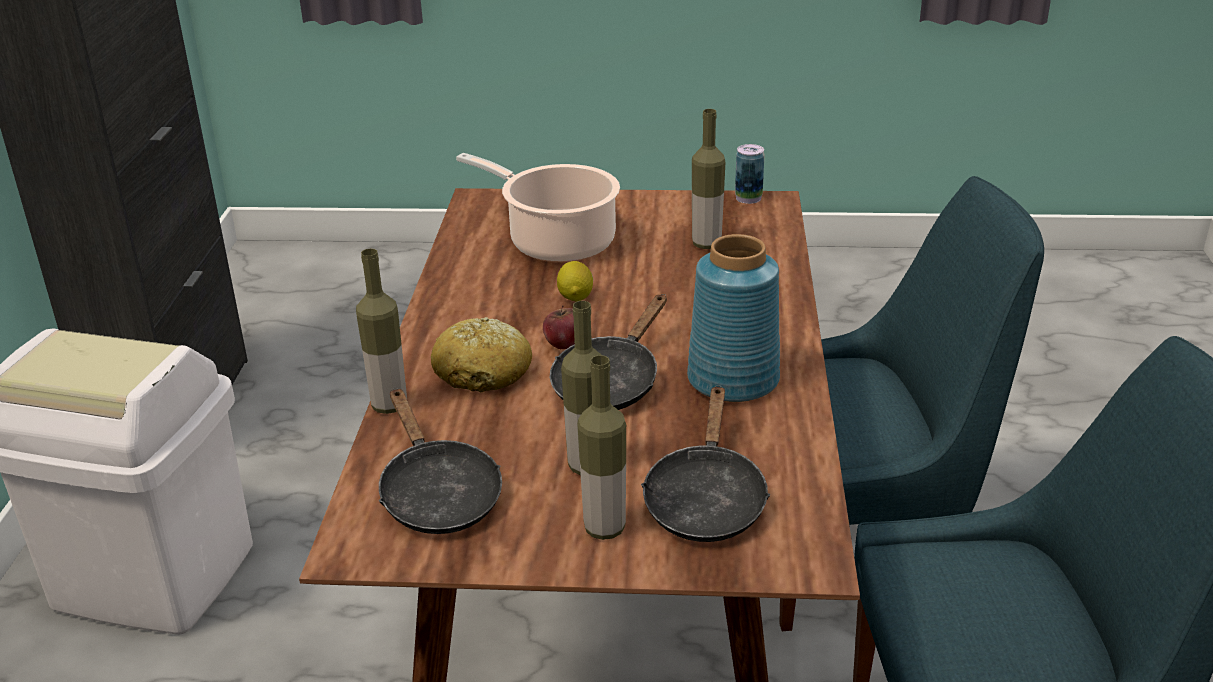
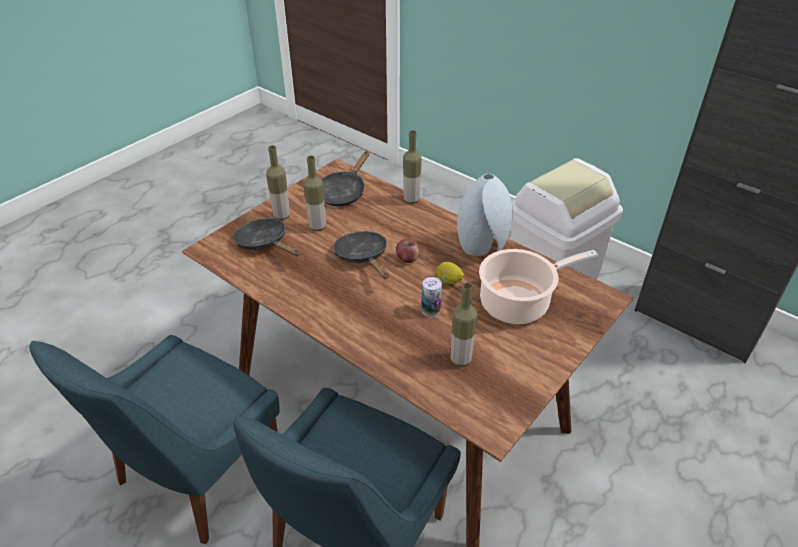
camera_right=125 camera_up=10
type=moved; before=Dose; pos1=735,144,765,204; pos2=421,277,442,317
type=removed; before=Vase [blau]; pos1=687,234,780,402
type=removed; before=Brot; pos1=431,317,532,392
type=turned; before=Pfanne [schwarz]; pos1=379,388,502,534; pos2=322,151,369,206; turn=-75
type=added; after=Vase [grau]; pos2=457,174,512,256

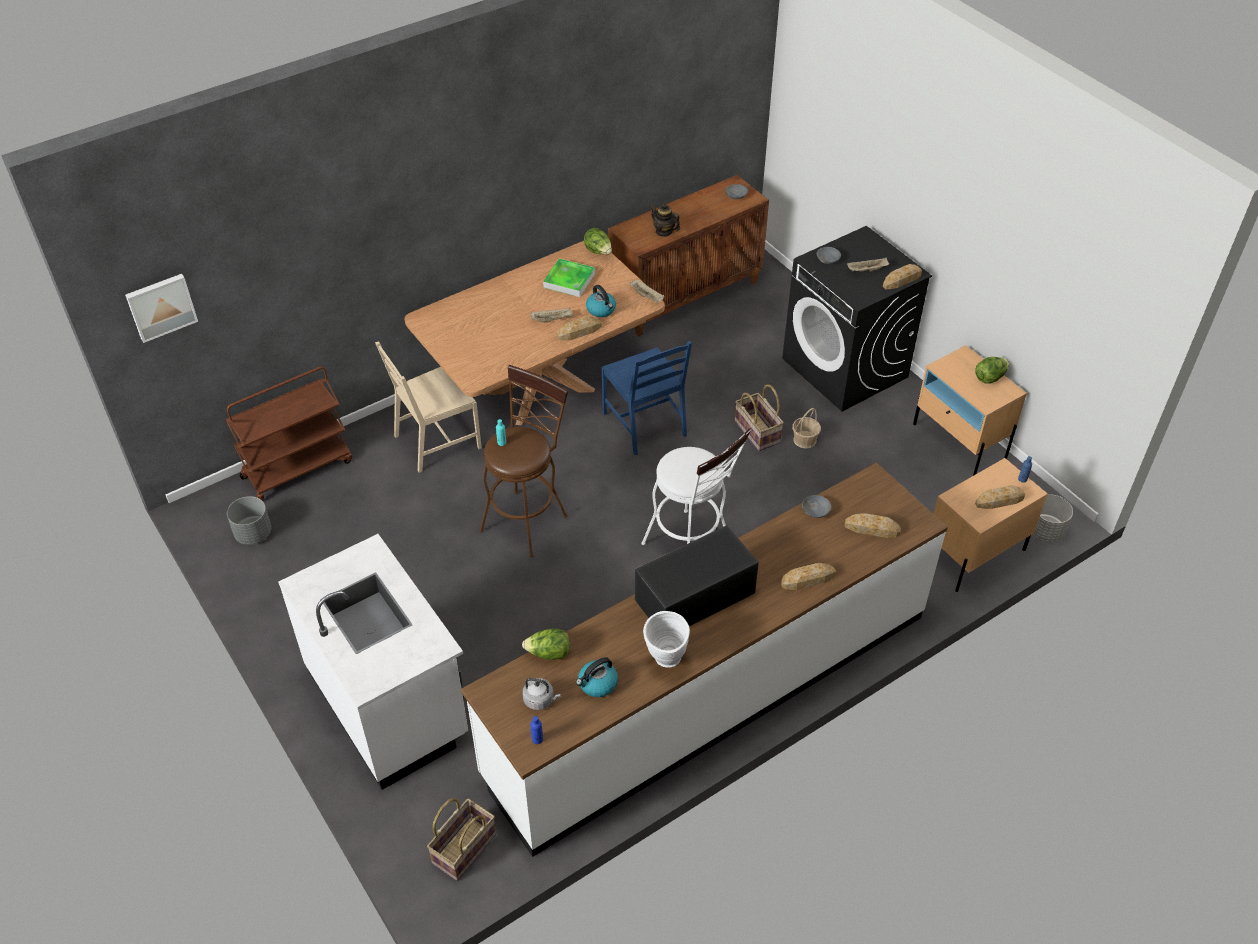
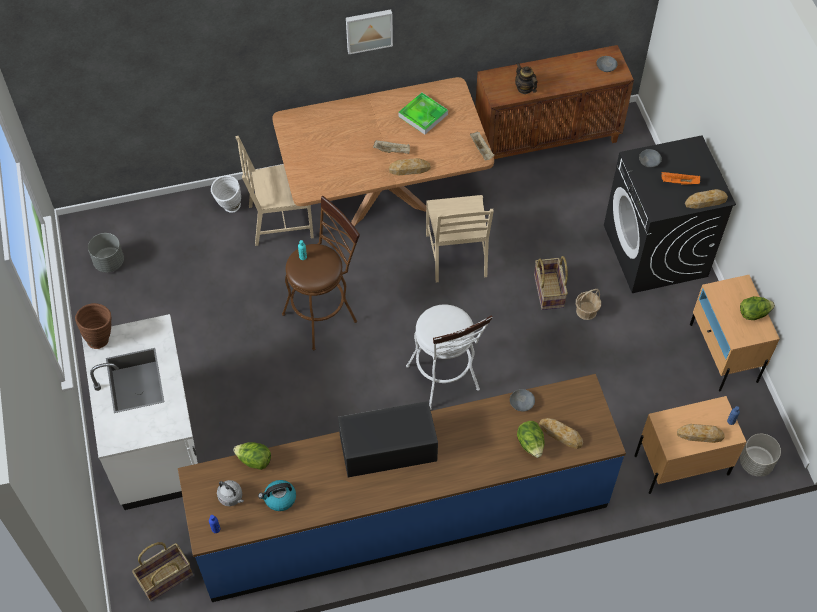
camera_right=20 camera_up=10
type=moved; before=Salatkopf; pos1=584,228,612,254; pos2=517,421,544,458
type=recoloured; before=Tablett [beige]; after=Tablett [orange]; pos1=847,257,889,272; pos2=661,172,700,185
type=moved; before=Bild; pos1=125,274,198,343; pos2=346,9,393,54
type=removed; before=Wasserkessel; pos1=586,285,616,317
type=recoloured; before=Stuhl [blau]; after=Stuhl [beige]; pos1=602,341,692,455; pos2=426,195,494,282
type=removed; before=Rollwagen [braun]; pos1=226,366,352,501
type=recoloured; before=Küchenzeile [weiß]; after=Küchenzeile [blau]; pos1=461,463,948,857; pos2=178,374,626,602
type=removed; before=Brot; pos1=781,563,836,590
type=moved; before=Vase [weiß]; pos1=643,611,690,668; pos2=211,175,241,213
type=added; after=Vase [braun]; pos2=75,303,111,349

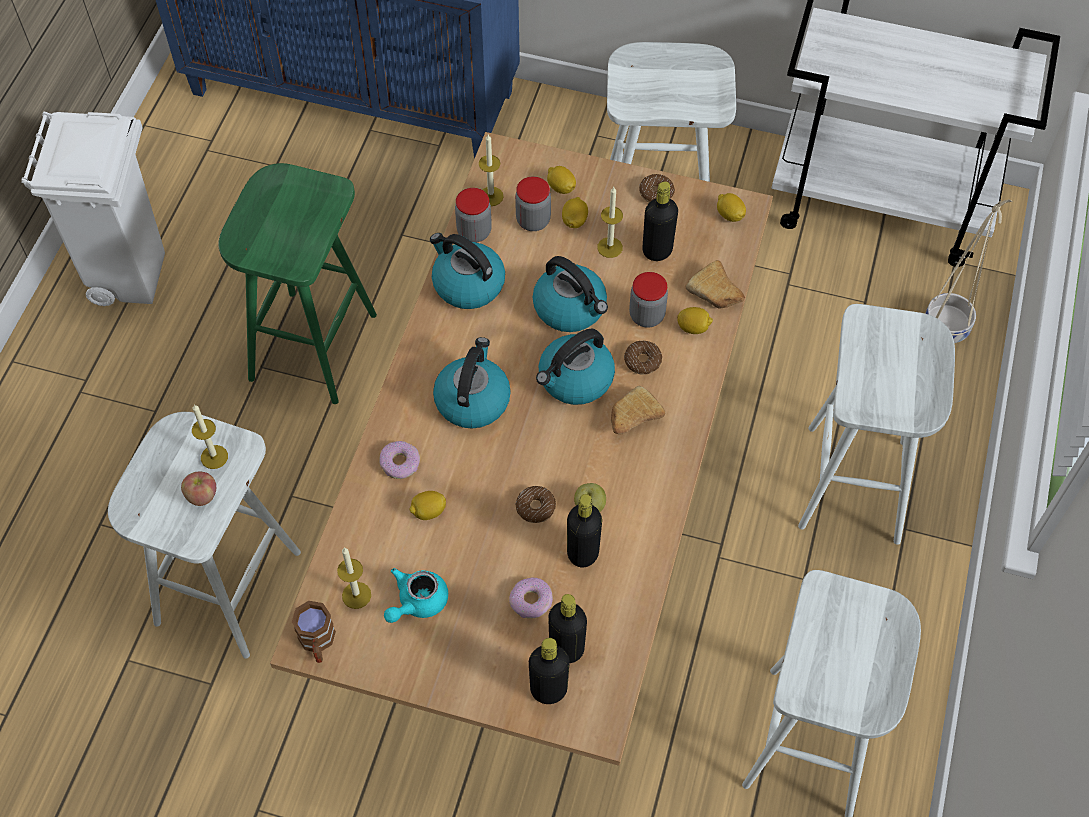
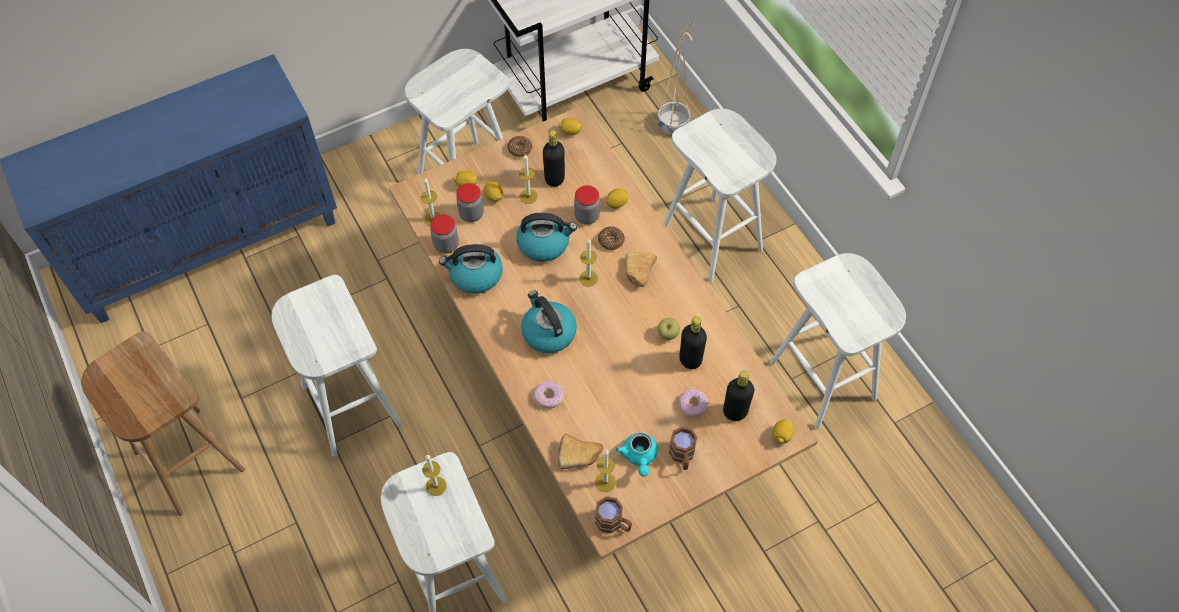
camera_right=-45 camera_up=0
type=replaced; before=Mülleimer [weiß]; after=Hocker [braun]; pos1=21,112,165,306; pos2=81,331,245,516
type=recoloured; before=Hocker [grün]; after=Hocker [weiß]; pos1=218,163,377,404; pos2=271,275,402,457
type=moved; before=Brot; pos1=686,260,745,308; pos2=558,434,604,469
type=replaced; before=Wasserkessel; after=Kerze; pos1=536,329,615,405; pos2=579,239,598,287
type=removed; before=Apfel; pos1=181,472,216,506
type=removed; before=Donut; pos1=515,486,556,523
type=moved; before=Zitrone; pos1=410,491,446,520; pos2=772,419,794,444
type=removed; before=Flasche [schwarz]; pos1=529,638,570,704
type=added; after=Henkelbecher [braun]; pos2=669,426,697,470

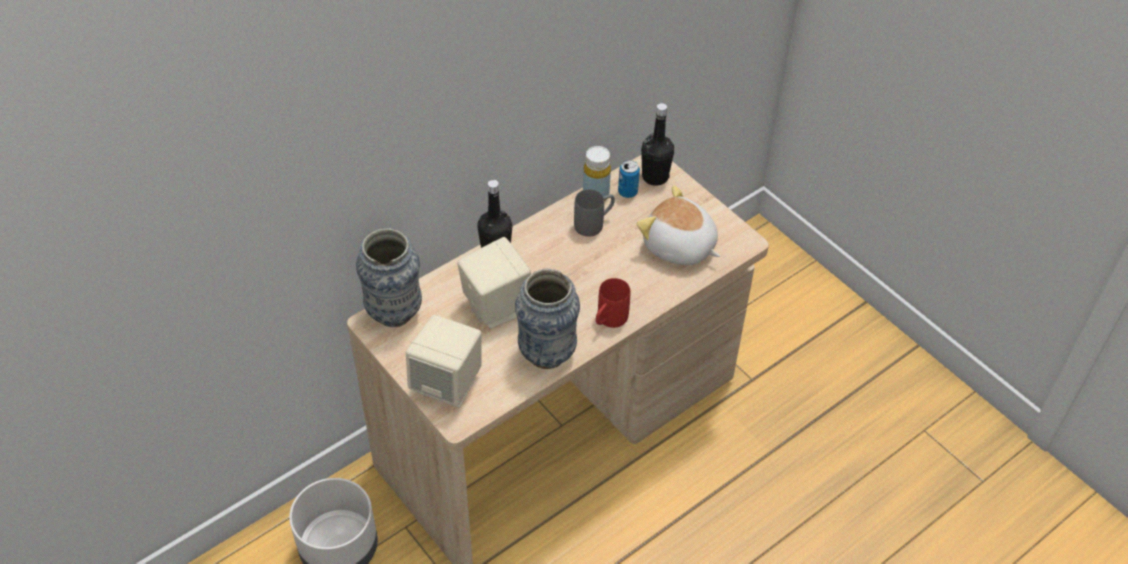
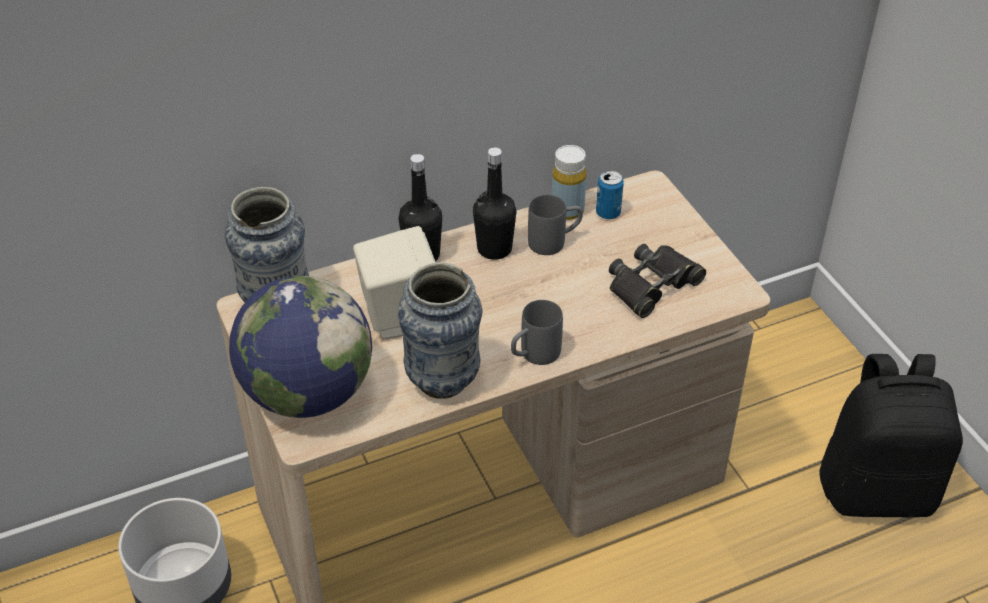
camera_right=15 camera_up=-5
type=moved; before=Flasche [schwarz]; pos1=641,103,674,186; pos2=473,148,517,260
type=replaced; before=Plüschtier; after=Fernglas [schwarz]; pos1=637,185,720,265; pos2=609,244,706,318
type=recoloured; before=Henkelbecher [rot]; after=Henkelbecher [grau]; pos1=596,278,630,328; pos2=511,300,563,365
type=replaced; before=Lautsprecher [beige]; after=Globus; pos1=406,315,482,408; pos2=229,276,372,418
type=added; after=Rucksack [schwarz]; pos2=819,354,963,517

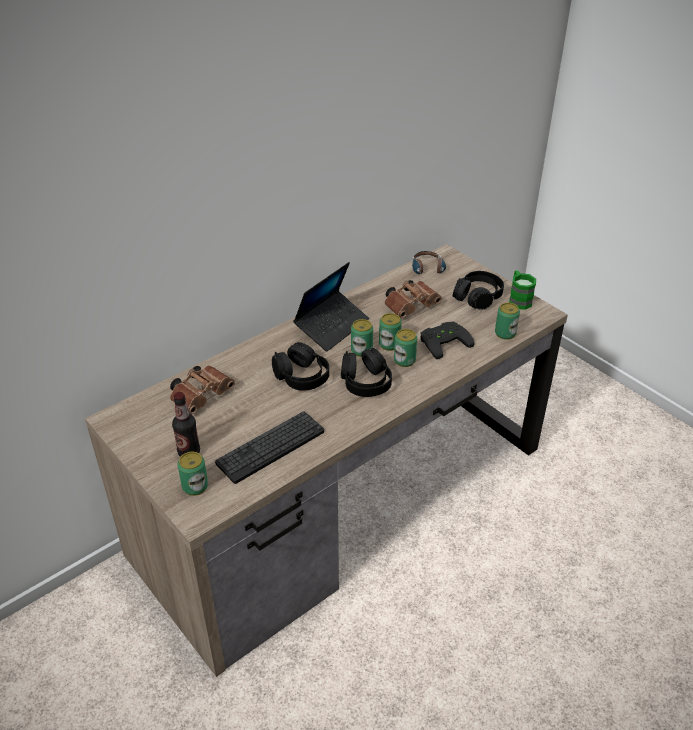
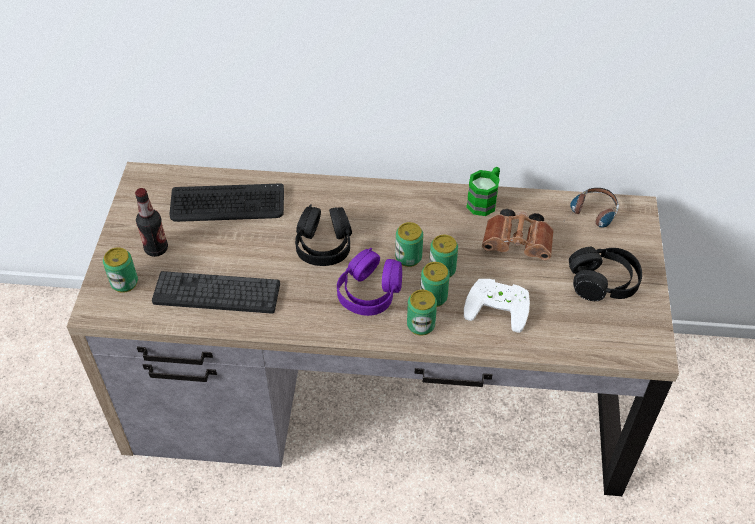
camera_right=45 camera_up=10
type=removed; before=Laptop; pos1=293,262,369,352
type=moved; before=Henkelbecher [grün]; pos1=509,270,536,310; pos2=466,167,500,216
type=moved; before=Dose; pos1=495,303,520,340; pos2=407,290,437,336
type=recoloured; before=Gamepad [schwarz]; after=Gamepad [weiß]; pos1=420,321,474,359; pos2=464,279,530,333
type=recoloured; before=Kopfhörer [schwarz]; after=Kopfhörer [lila]; pos1=341,348,392,397; pos2=337,248,402,316
type=replaced; before=Fernglas [braun]; after=Tastatur; pos1=170,365,235,414; pos2=169,184,284,222

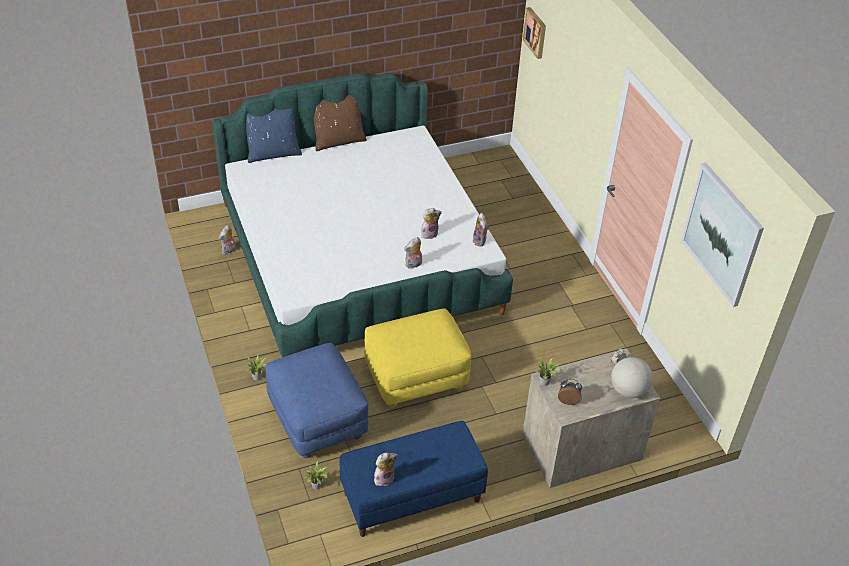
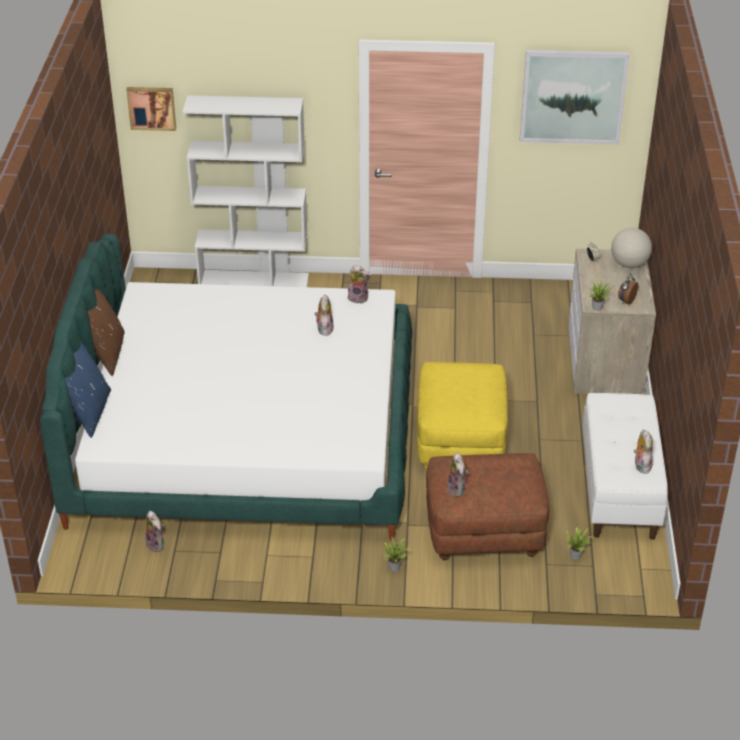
camera_right=-65 camera_up=-5
type=moved; before=Plüschtier; pos1=404,237,422,269; pos2=447,453,469,497
type=recoloured; before=Polsterhocker [blau]; after=Polsterhocker [braun]; pos1=265,343,368,458; pos2=426,453,550,560
type=recoloured; before=Bank [blau]; after=Bank [weiß]; pos1=339,421,488,537; pos2=583,393,668,540
type=added; after=Bücherregal [weiß]; pos2=183,95,309,287

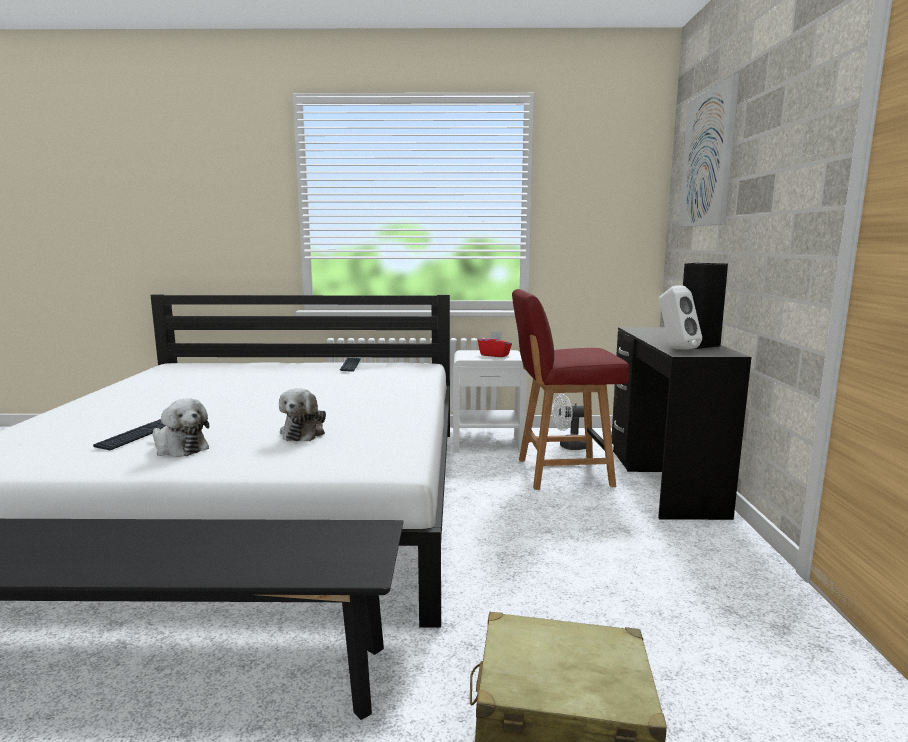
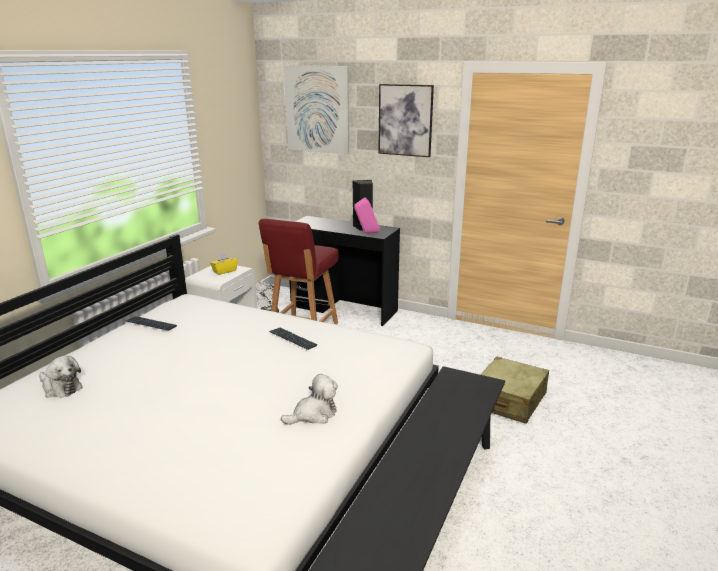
camera_right=-65 camera_up=10
type=recoloured; before=Lautsprecher [weiß]; after=Lautsprecher [rosa]; pos1=659,286,702,349; pos2=354,197,380,233
type=recoloured; before=Taschentuchbox [rot]; after=Taschentuchbox [gelb]; pos1=478,331,512,357; pos2=210,252,238,275
type=moved; before=Plüschtier; pos1=279,388,326,441; pos2=39,356,83,398
type=moved; before=Tastatur; pos1=93,419,165,450; pos2=269,327,317,350
type=added; after=Bild; pos2=378,84,434,157

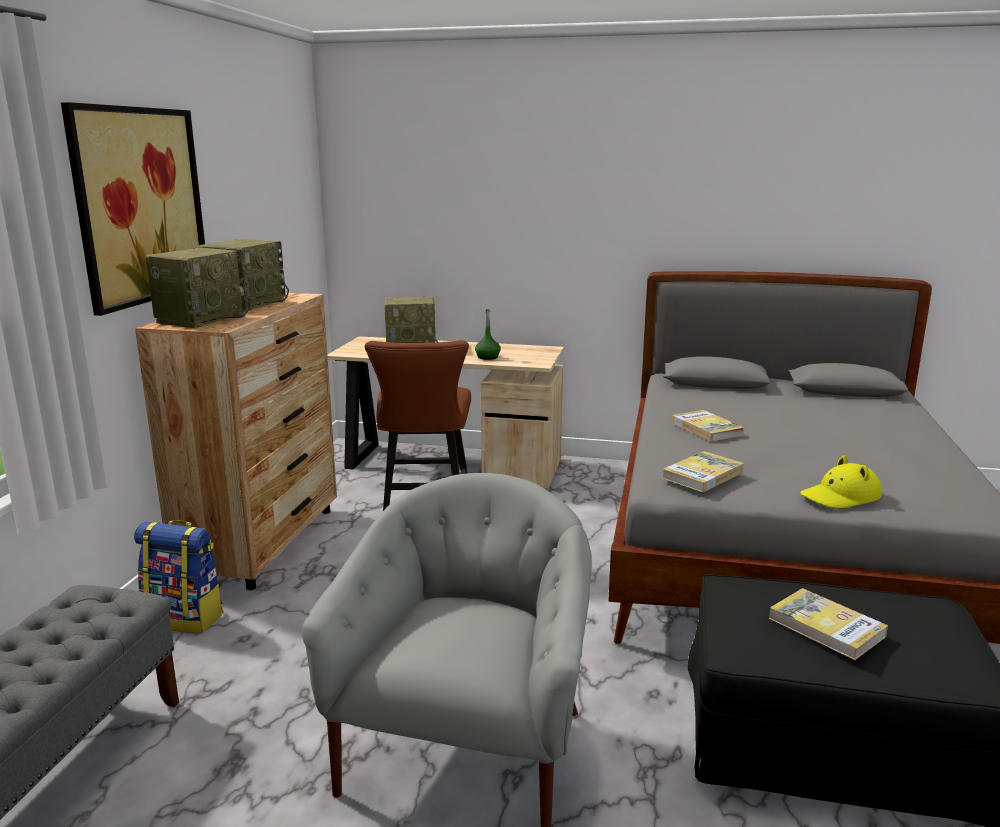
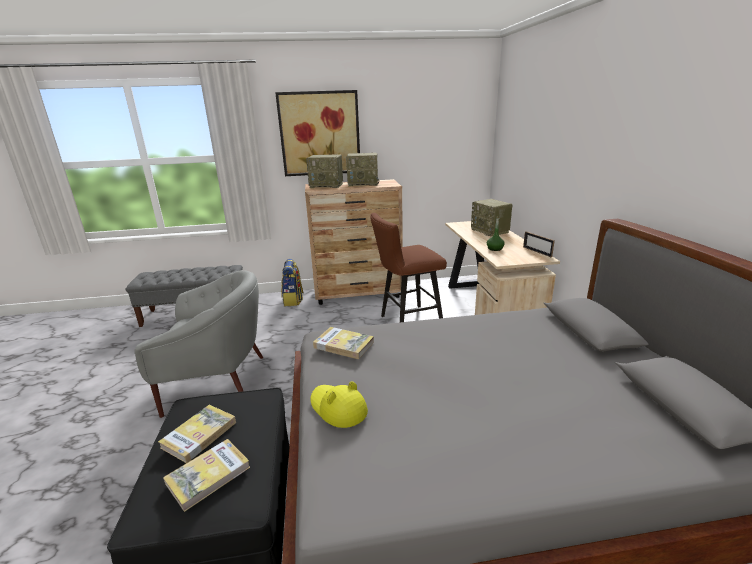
camera_right=70 camera_up=5
type=moved; before=Buch; pos1=672,410,744,442; pos2=163,439,250,512
type=added; after=Bilderrahmen; pos2=523,231,555,257

